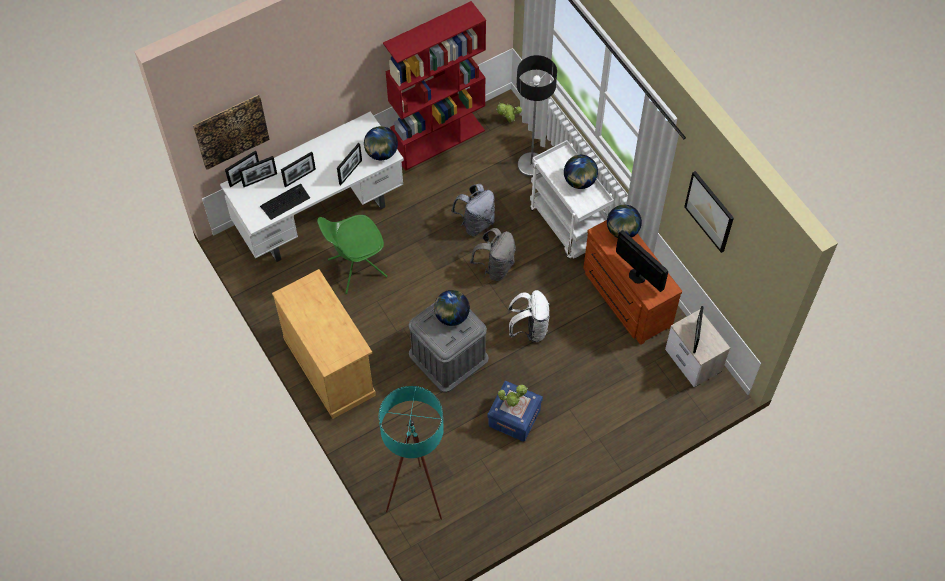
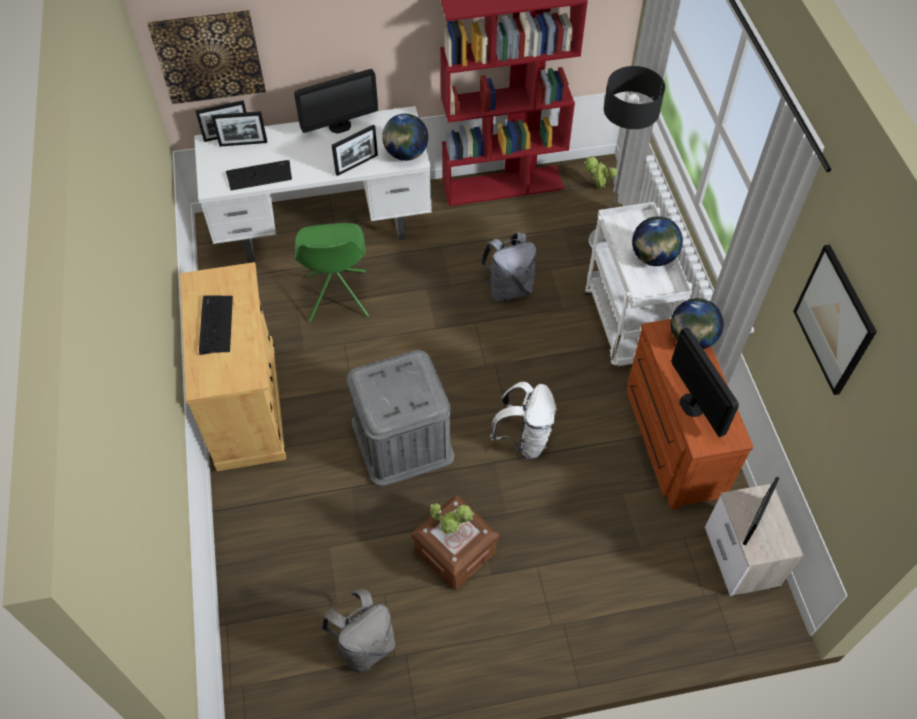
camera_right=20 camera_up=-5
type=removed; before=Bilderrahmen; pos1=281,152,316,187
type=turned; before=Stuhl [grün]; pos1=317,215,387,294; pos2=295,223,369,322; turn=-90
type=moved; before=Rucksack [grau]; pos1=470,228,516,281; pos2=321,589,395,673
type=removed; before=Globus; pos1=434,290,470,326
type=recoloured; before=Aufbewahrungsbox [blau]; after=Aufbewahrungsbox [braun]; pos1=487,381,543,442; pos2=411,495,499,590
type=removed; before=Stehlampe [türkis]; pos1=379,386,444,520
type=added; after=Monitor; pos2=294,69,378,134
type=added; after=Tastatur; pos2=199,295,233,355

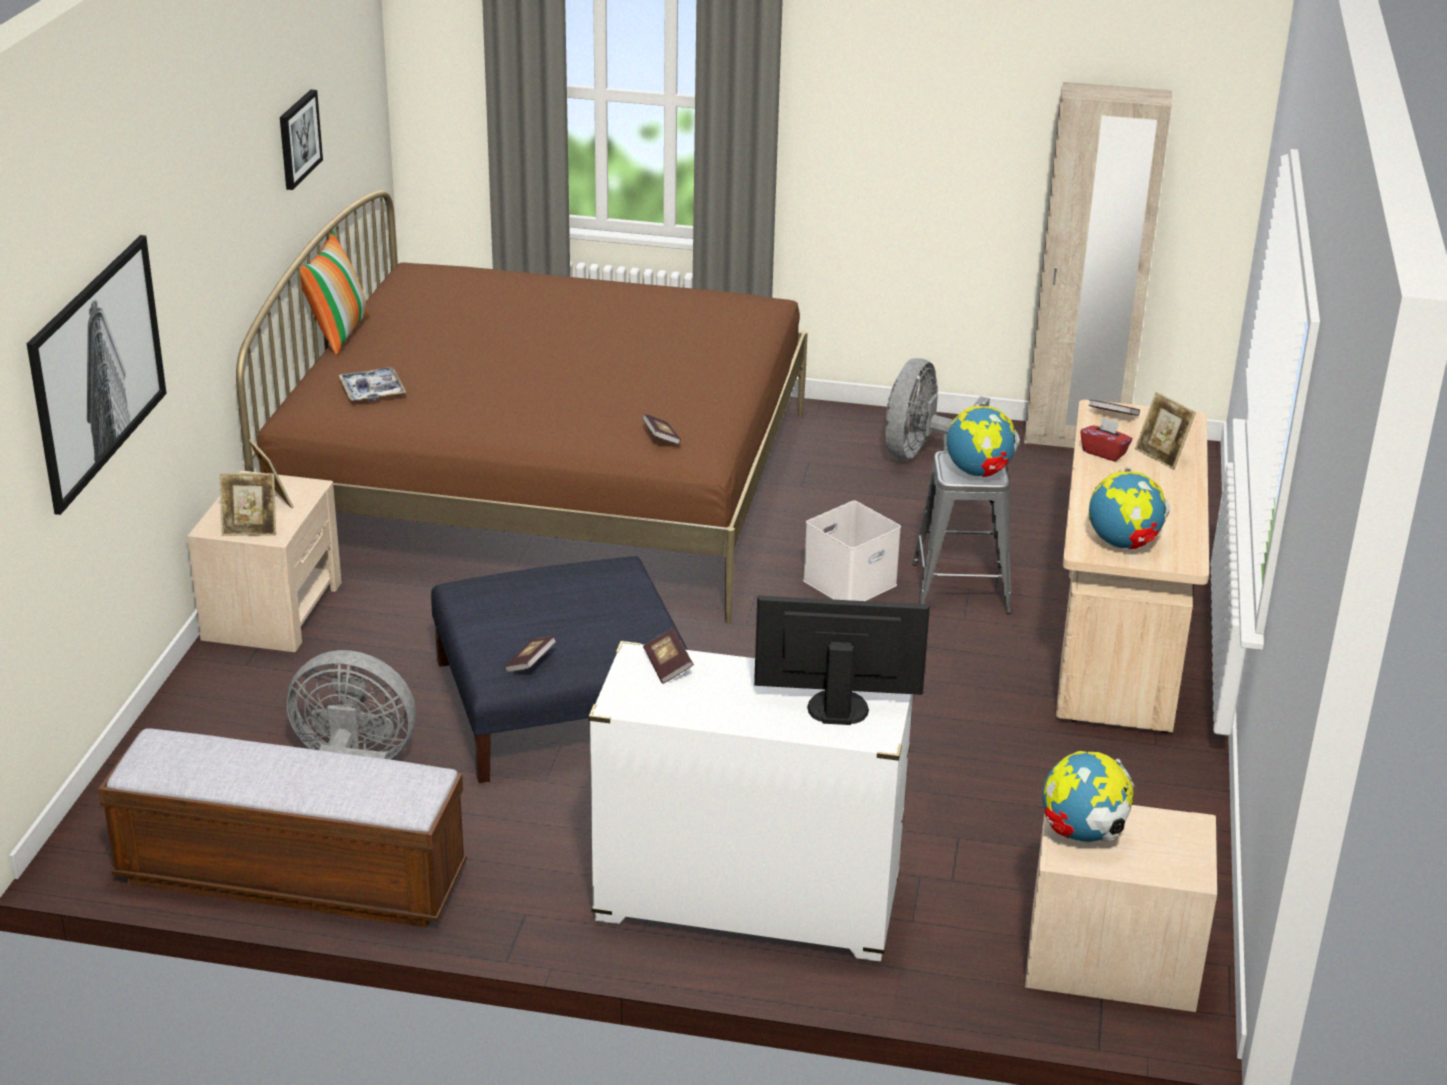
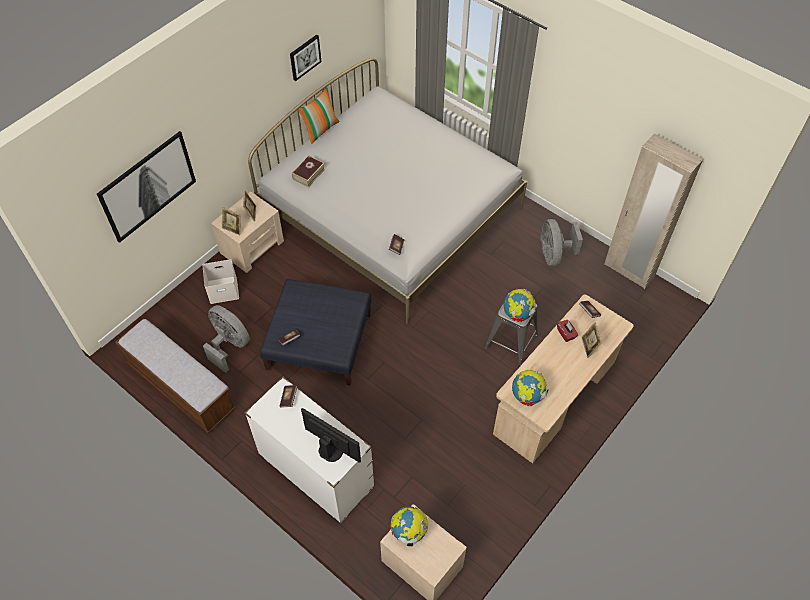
camera_right=30 camera_up=25
type=recoloured; before=Bett [braun]; after=Bett [weiß]; pos1=236,190,808,624; pos2=248,58,527,324
type=turned; before=Ventilator [grau]; pos1=885,358,990,460; pos2=541,219,583,266; turn=-60
type=replaced; before=Tablett; after=Buch; pos1=339,367,406,402; pos2=292,156,325,187
type=moved; before=Aufbewahrungsbox [weiß]; pos1=803,501,901,601; pos2=202,259,239,304

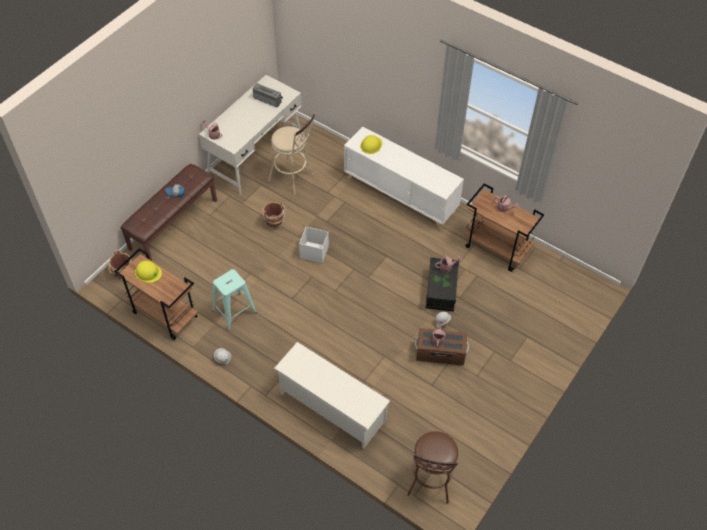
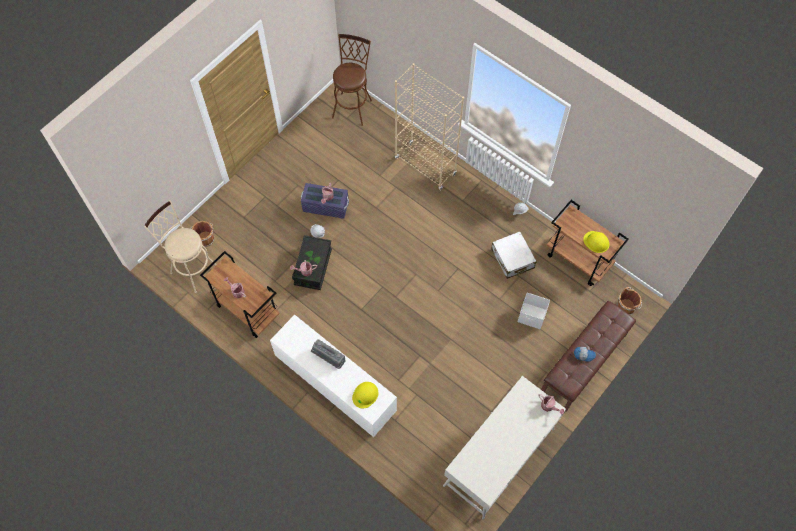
camera_right=-175 camera_up=10
type=moved; before=Radio; pos1=253,83,283,107; pos2=311,339,346,369
type=moved; before=Hocker [beige]; pos1=268,113,315,195; pos2=144,201,217,293
type=moved; before=Eimer [braun]; pos1=262,202,285,229; pos2=190,221,214,247
type=moved; before=Aufbewahrungsbox [weiß]; pos1=299,227,329,263; pos2=517,293,550,329
type=replaced; before=Hocker [türkis]; after=Koffer [weiß]; pos1=212,269,257,331; pos2=491,232,537,279
type=recoloured; before=Aufbewahrungsbox [braun]; after=Aufbewahrungsbox [lila]; pos1=415,328,469,365; pos2=301,183,349,219
type=replaced; before=Schuhregal [weiß]; after=Bücherregal [beige]; pos1=274,342,390,449; pos2=395,63,464,190

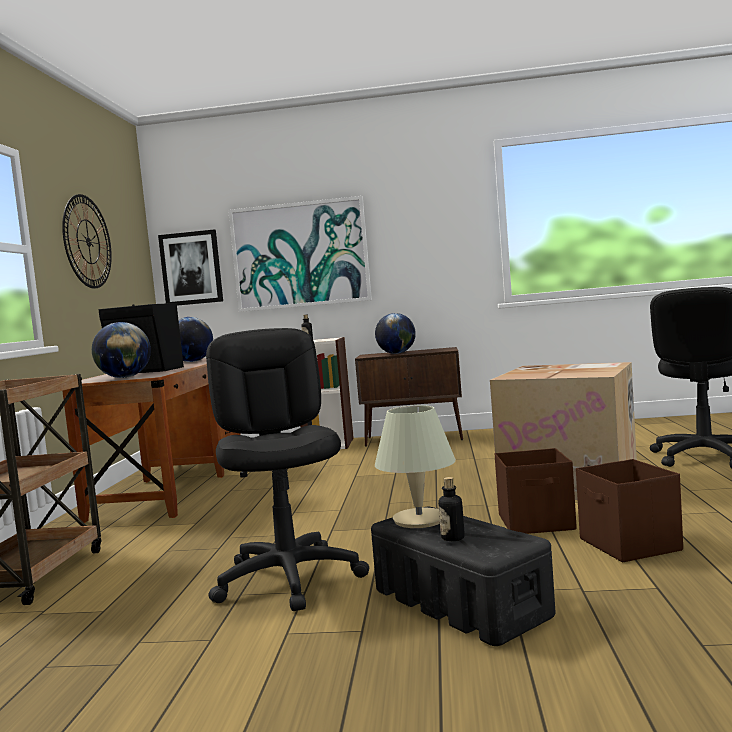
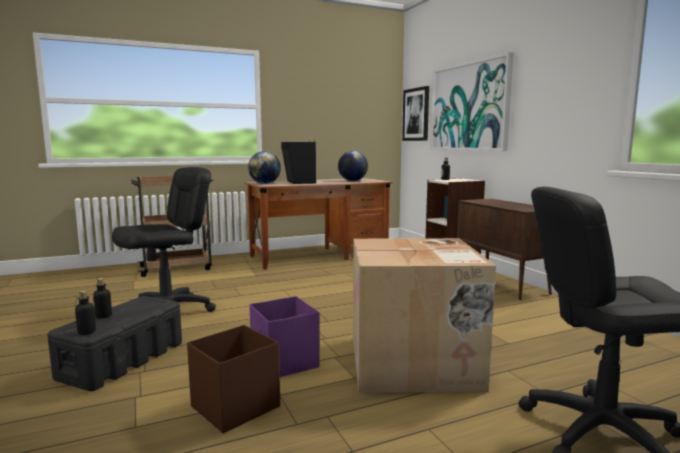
camera_right=60 camera_up=5
type=removed; before=Wanduhr; pos1=62,194,112,288
type=removed; before=Globus; pos1=375,313,416,354
type=removed; before=Tischlampe [beige]; pos1=375,405,456,528
type=recoloured; before=Aufbewahrungsbox [braun]; after=Aufbewahrungsbox [lila]; pos1=495,448,577,534; pos2=249,296,320,377
type=added; after=Flasche; pos2=75,291,96,335

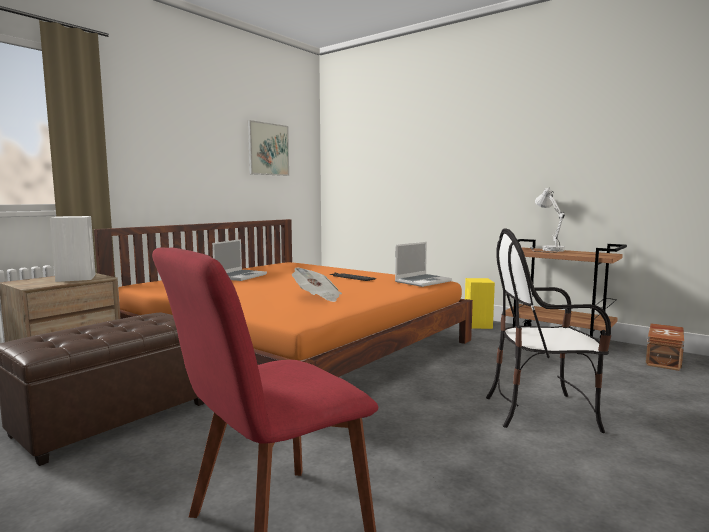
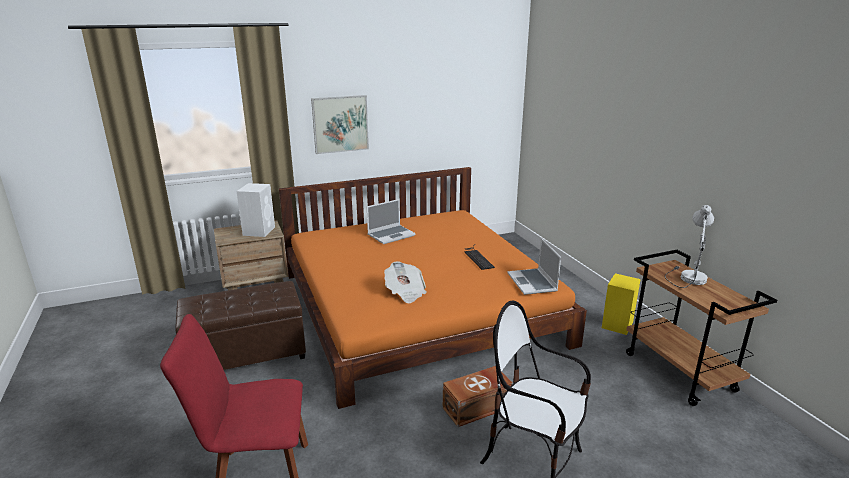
camera_right=30 camera_up=15
type=moved; before=Bild; pos1=248,120,289,176; pos2=311,95,369,154
type=turned; before=Laptop; pos1=395,242,452,287; pos2=507,238,561,295; turn=90
type=moved; before=Aufbewahrungsbox [braun]; pos1=646,323,684,371; pos2=443,366,513,427

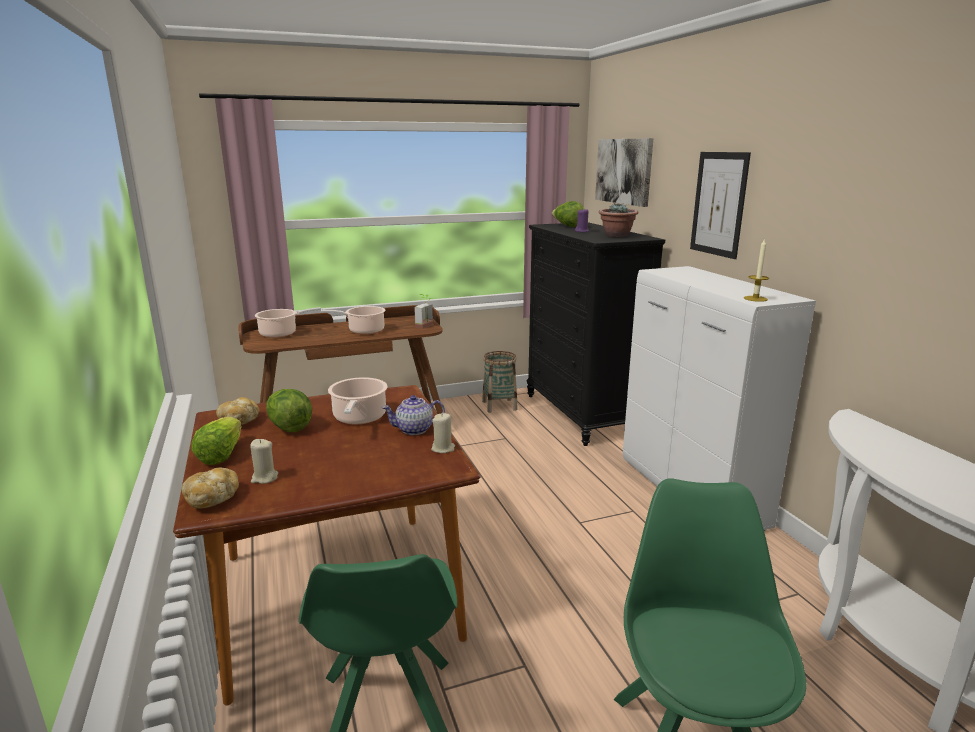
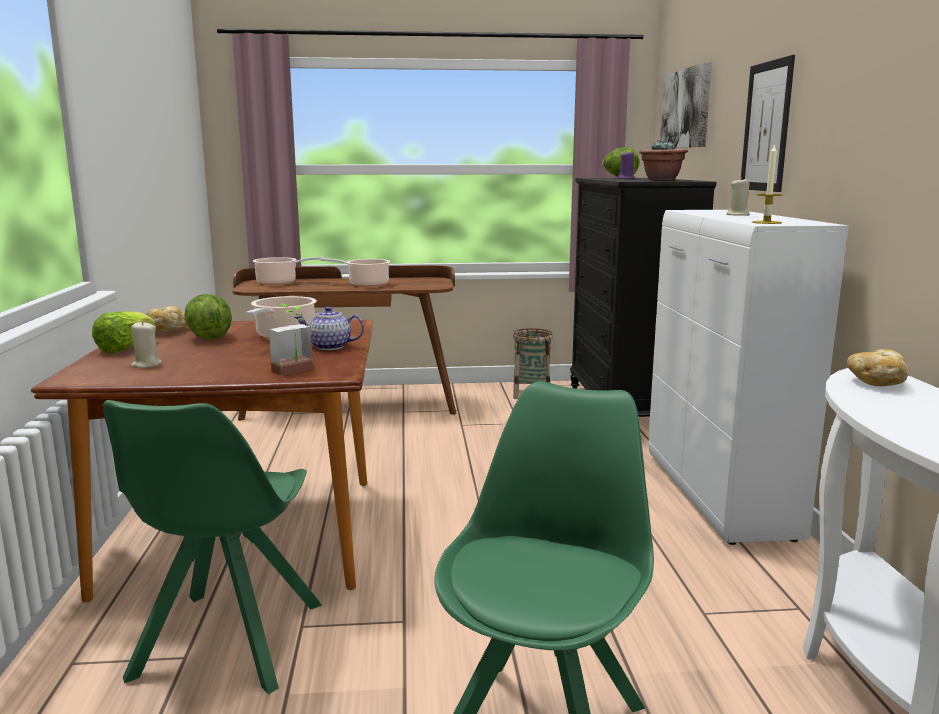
camera_right=15 camera_up=-5
type=moved; before=Topfpflanze; pos1=414,294,433,329; pos2=269,304,313,375
type=moved; before=Kerze [beige]; pos1=431,413,455,453; pos2=727,177,750,216
type=moved; before=Brot; pos1=181,467,239,508; pos2=847,349,909,386

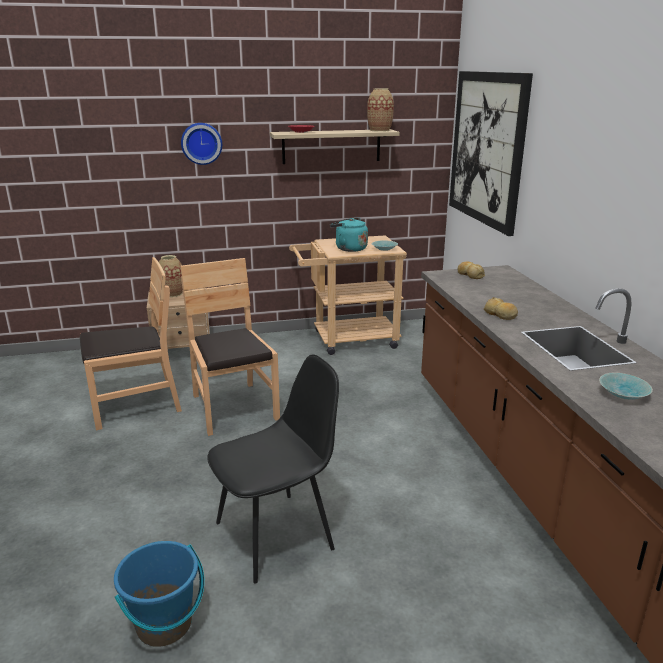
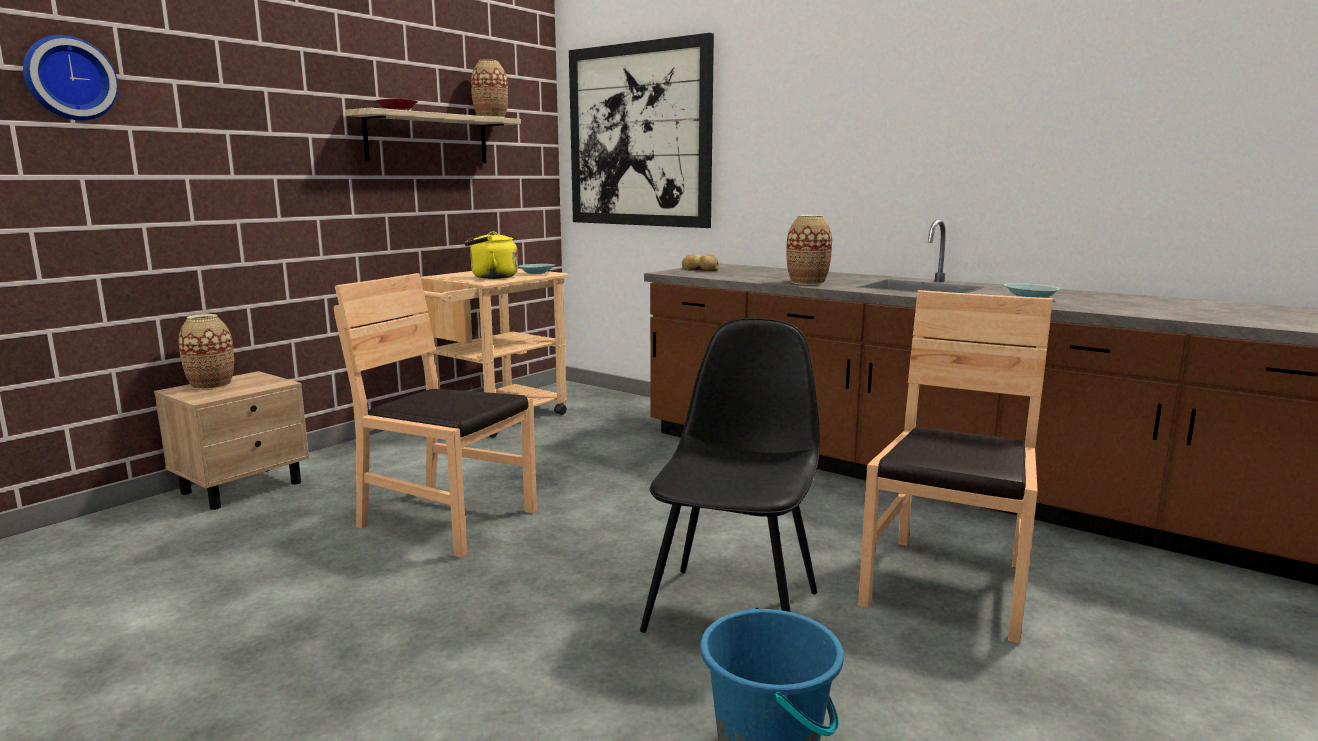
camera_right=-40 camera_up=-10
type=moved; before=Wanduhr; pos1=181,123,222,165; pos2=23,35,118,120
type=recoloured; before=Wasserkessel [türkis]; after=Wasserkessel [gelb]; pos1=330,217,368,252; pos2=464,231,518,279
type=moved; before=Stuhl [braun]; pos1=80,257,182,430; pos2=858,290,1053,644
type=replaced; before=Brot; after=Vase; pos1=483,298,518,320; pos2=786,215,832,285

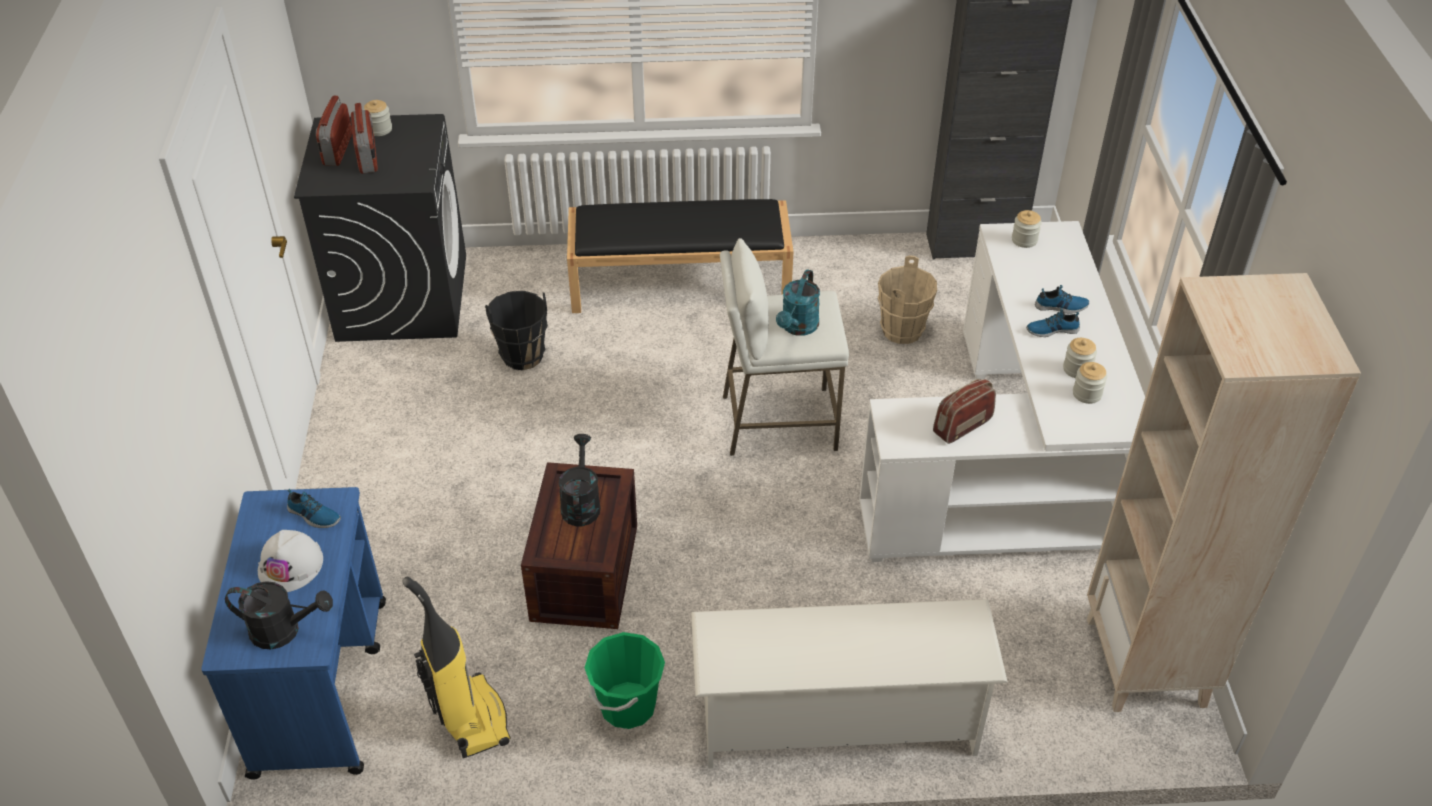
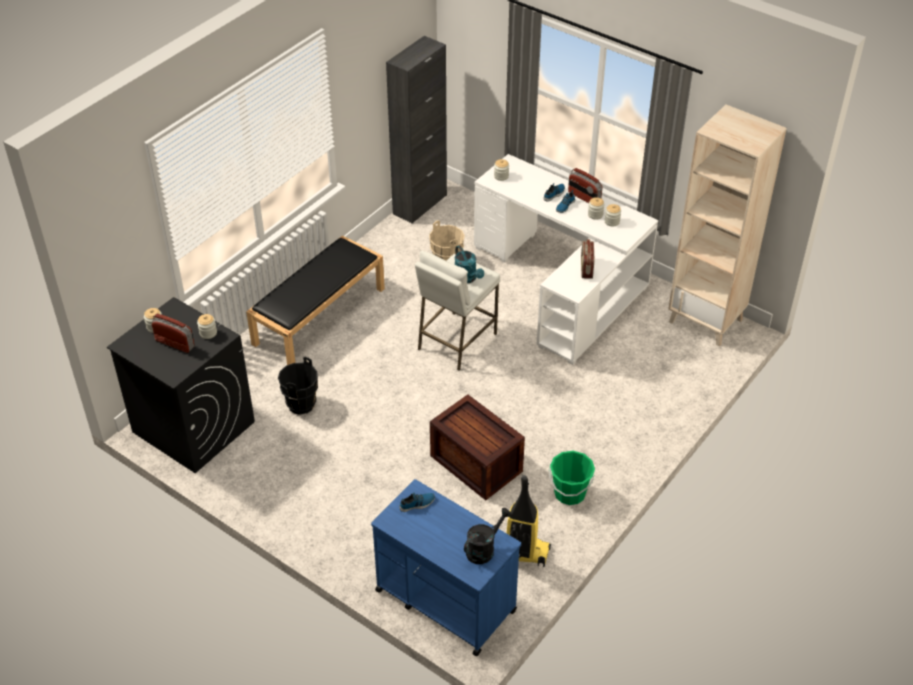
camera_right=-50 camera_up=0
type=moved; before=Radio; pos1=316,96,352,166; pos2=568,168,603,203
type=removed; before=Gießkanne [schwarz]; pos1=559,434,600,527
type=removed; before=Schutzhelm [weiß]; pos1=258,530,323,592
type=removed; before=Schuhregal [weiß]; pos1=691,599,1008,769
type=added; after=Vorratsglas; pos2=197,314,217,339

